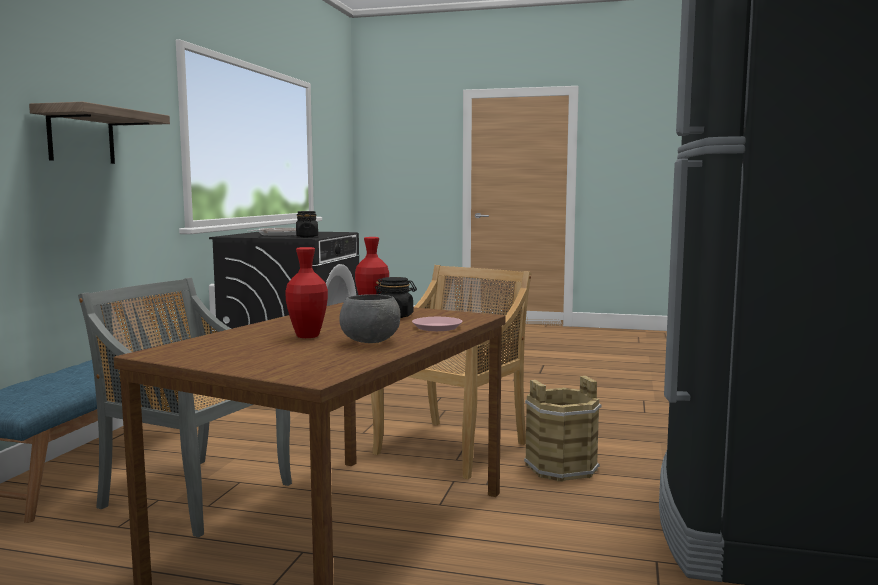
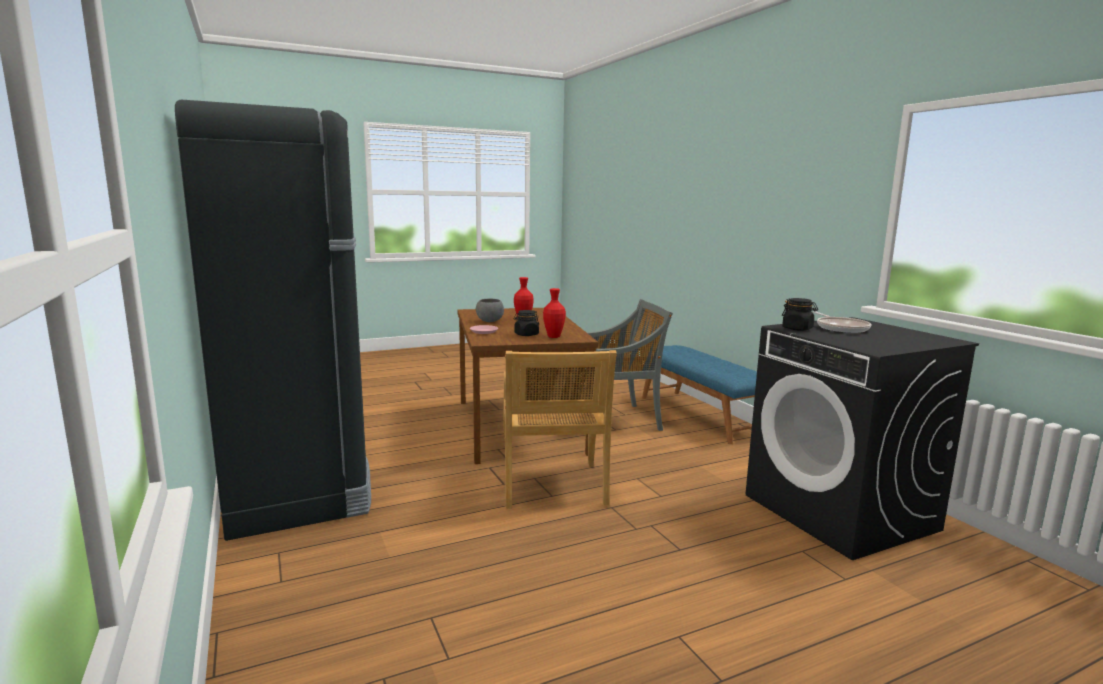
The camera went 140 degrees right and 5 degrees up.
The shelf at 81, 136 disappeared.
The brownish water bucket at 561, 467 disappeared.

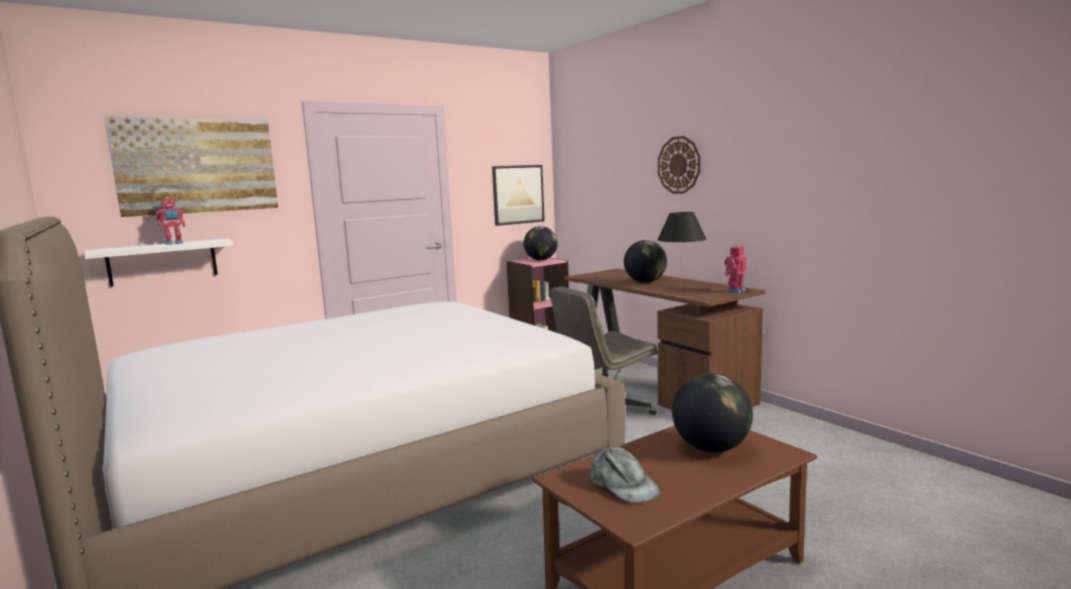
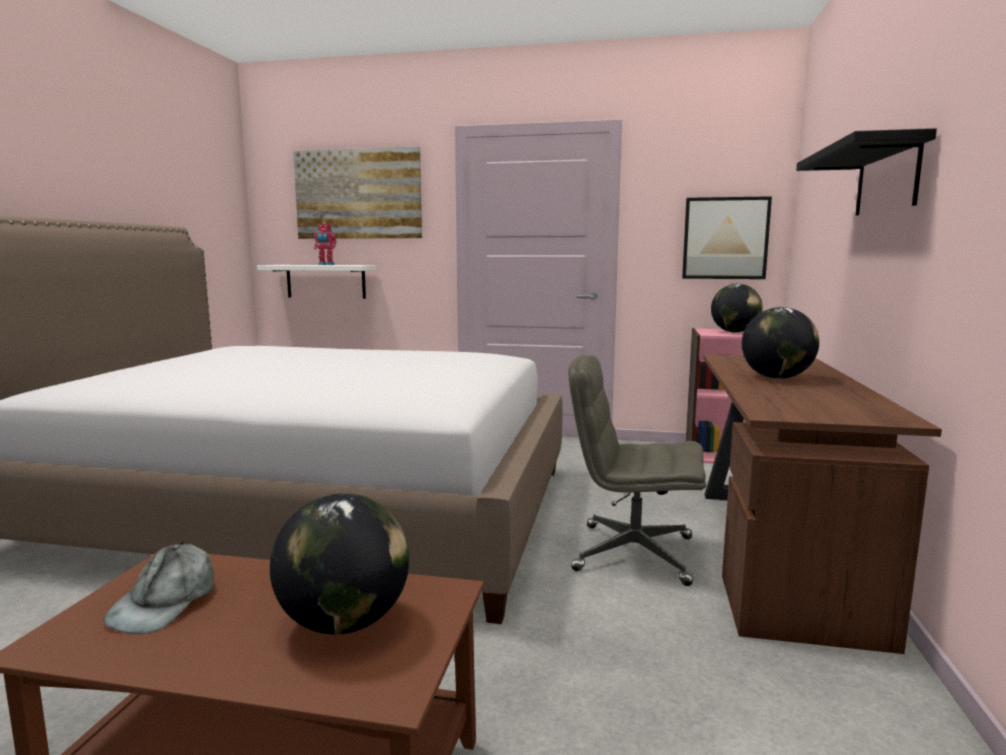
The camera went 45 degrees right and 0 degrees up.
The clock on the wall at 679, 165 was replaced by the black-coloured shelf at 887, 179.
The black-coloured table lamp at 681, 288 disappeared.
The robot figure at 734, 291 disappeared.

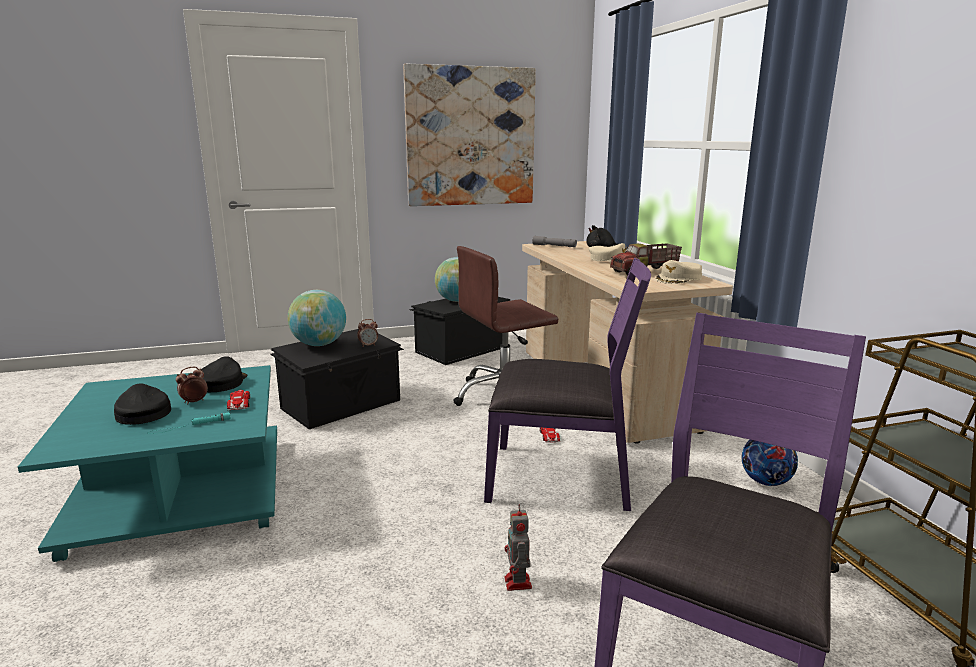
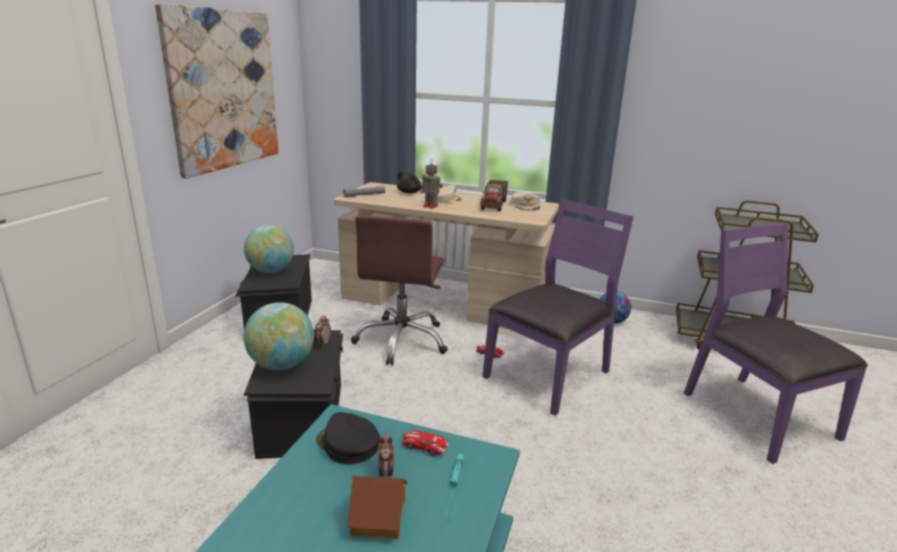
The camera went 55 degrees left and 5 degrees up.
The black-coloured cap at 142, 413 was replaced by the model house at 379, 516.
The robot figure moved from 518, 583 to 431, 206.

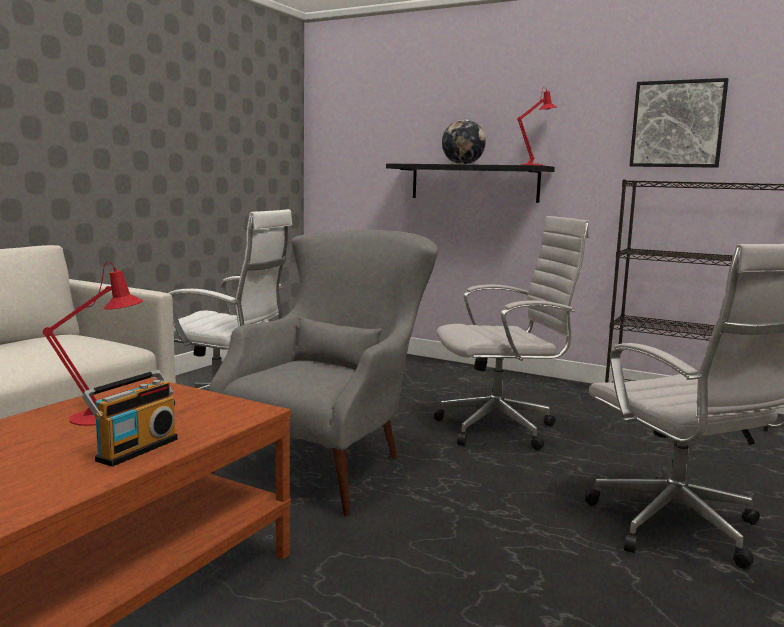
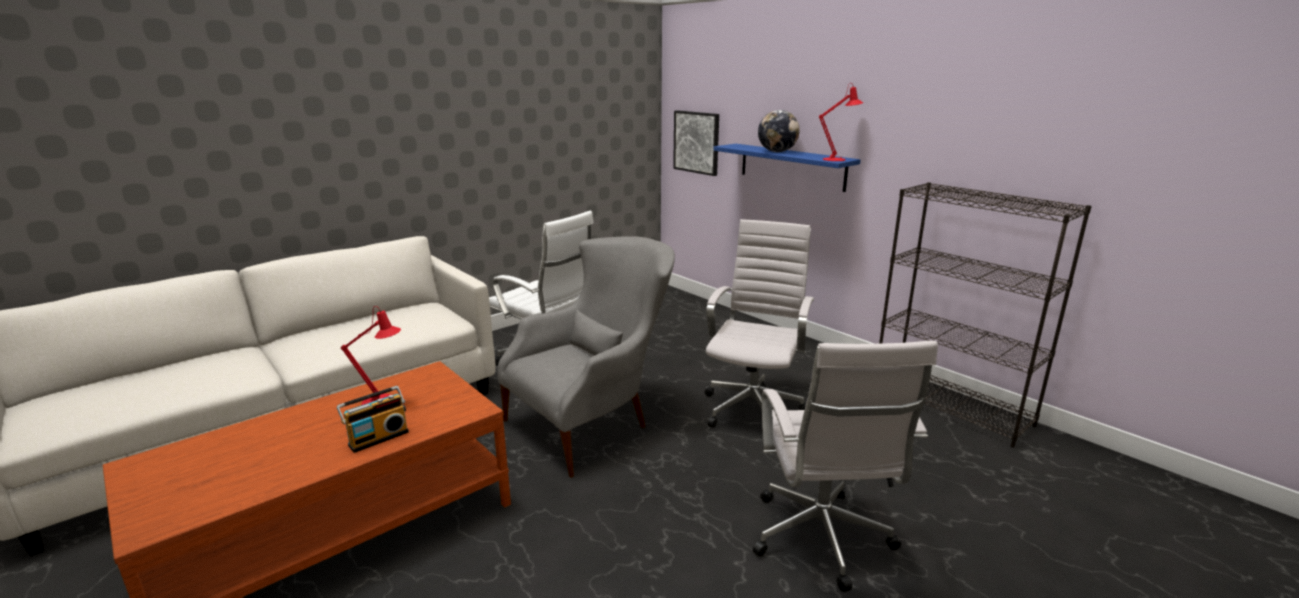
The camera went 20 degrees right and 10 degrees up.
The wall picture moved from 677, 124 to 696, 142.
The whitish office chair at 502, 428 turned 75 degrees counterclockwise.
The black-coloured shelf at 474, 183 became the blue-coloured shelf at 791, 166.

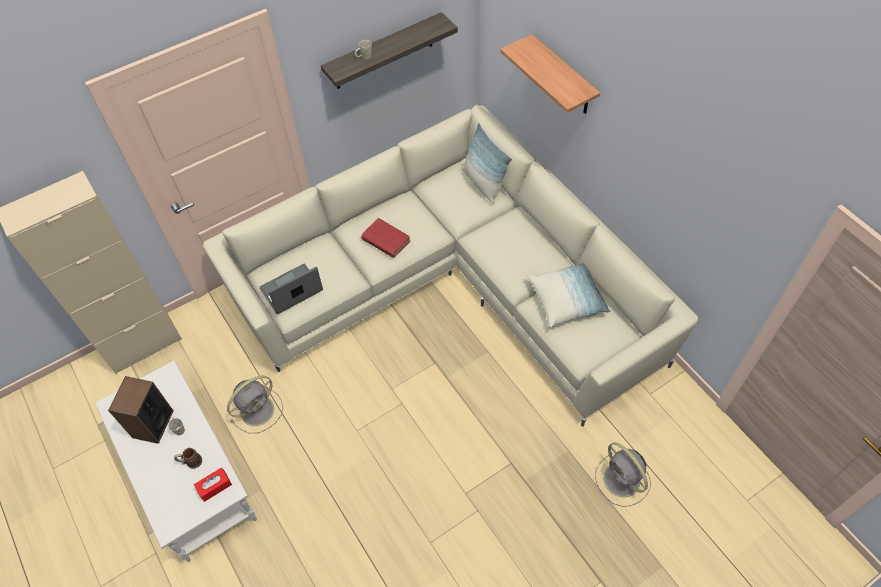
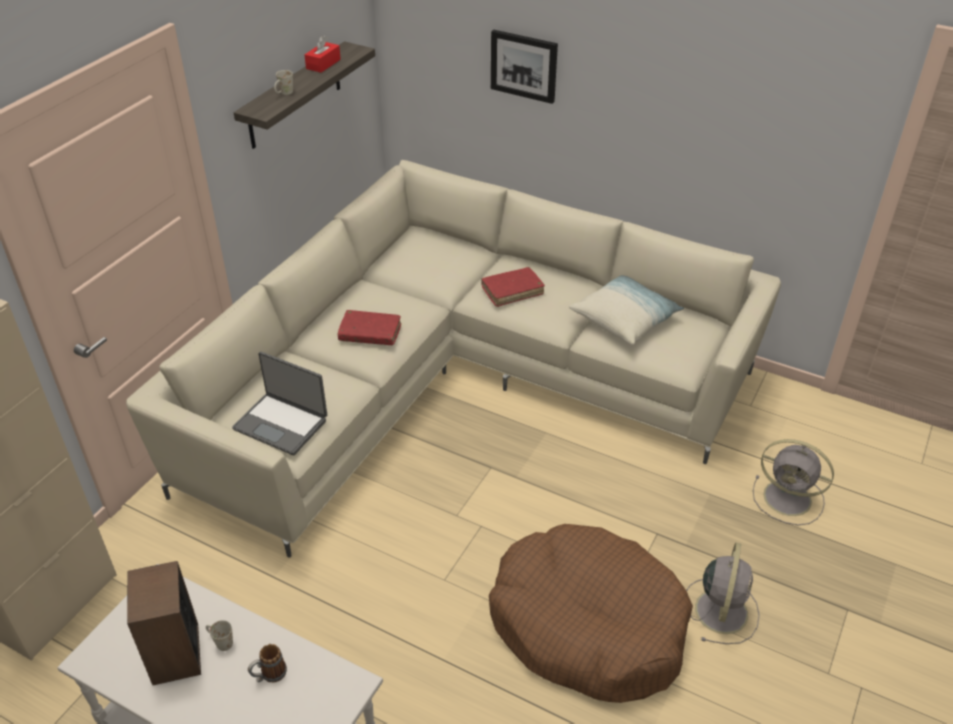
The camera went 30 degrees left and 15 degrees down.
The notebook computer at 292, 291 turned 90 degrees counterclockwise.
The red tissue box moved from 214, 486 to 323, 64.
The red bound book at 512, 291 appeared.
The brownish pet bed at 587, 625 appeared.
The shelf at 563, 76 was replaced by the wall picture at 524, 65.
The grey fan moved from 258, 409 to 721, 609.
The pillow at 483, 183 disappeared.

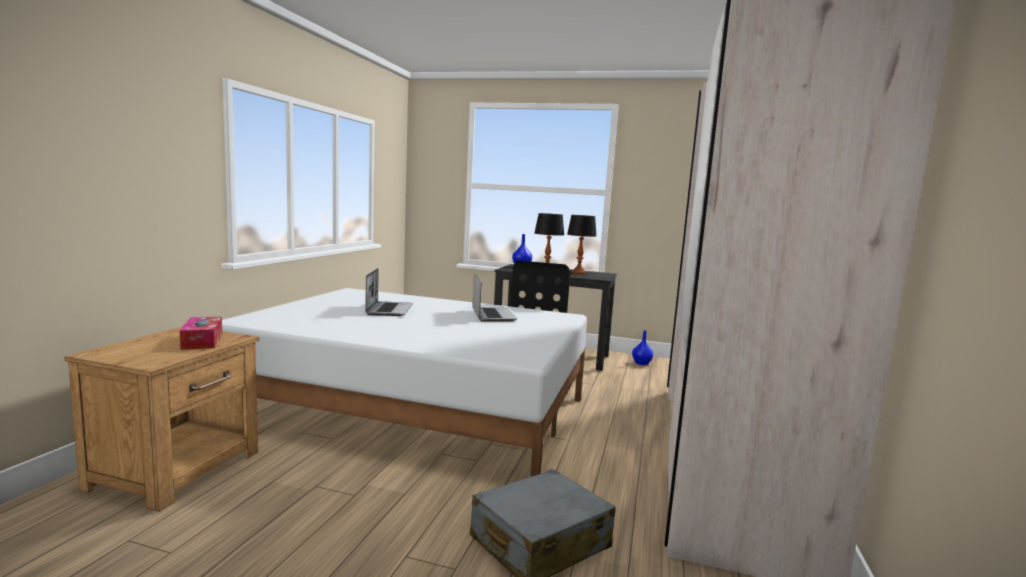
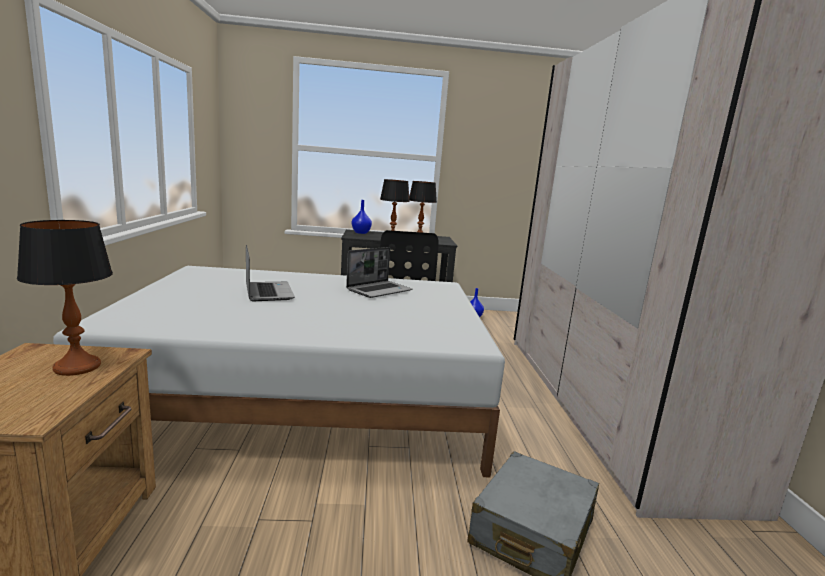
The camera went 20 degrees left and 5 degrees up.
The tissue box at 202, 341 was replaced by the table lamp at 77, 367.
The notebook computer at 492, 315 turned 75 degrees clockwise.

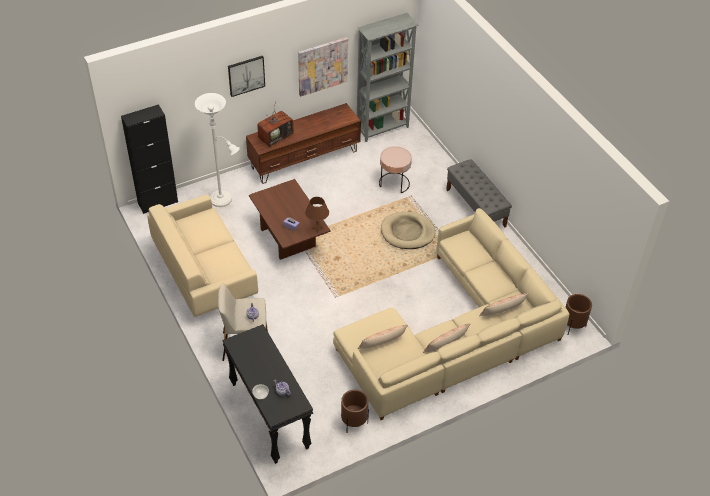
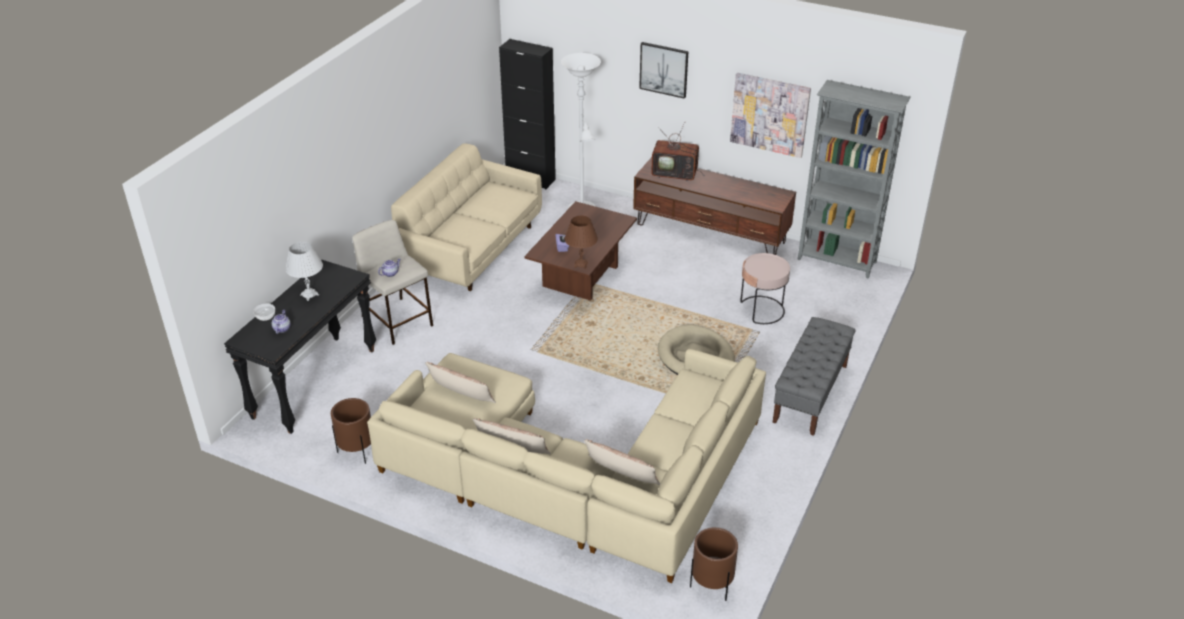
The camera went 55 degrees right and 10 degrees down.
The whitish table lamp at 309, 295 appeared.

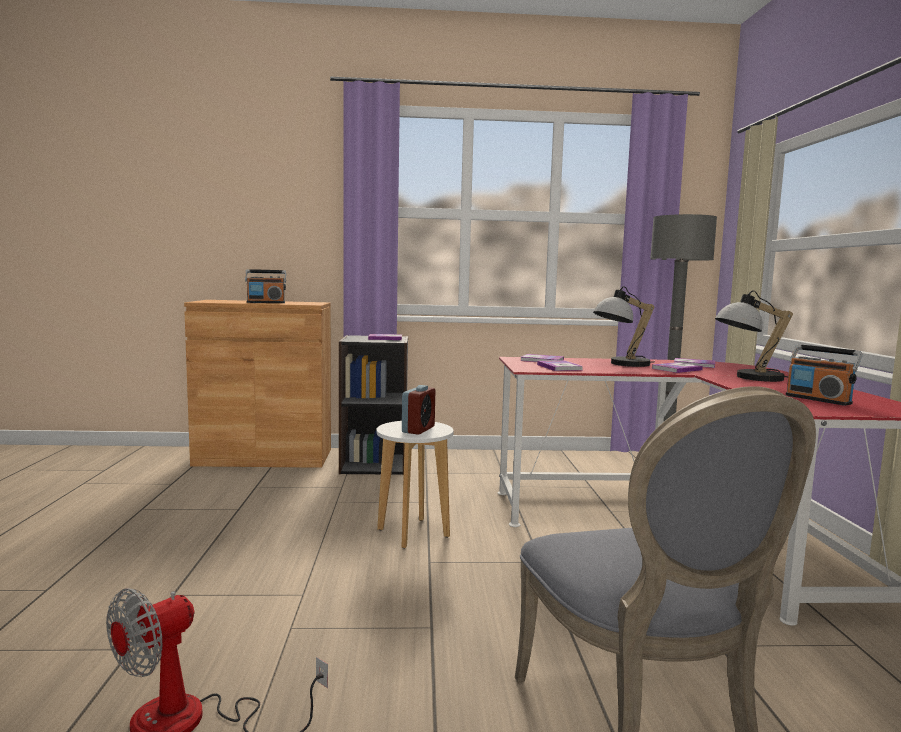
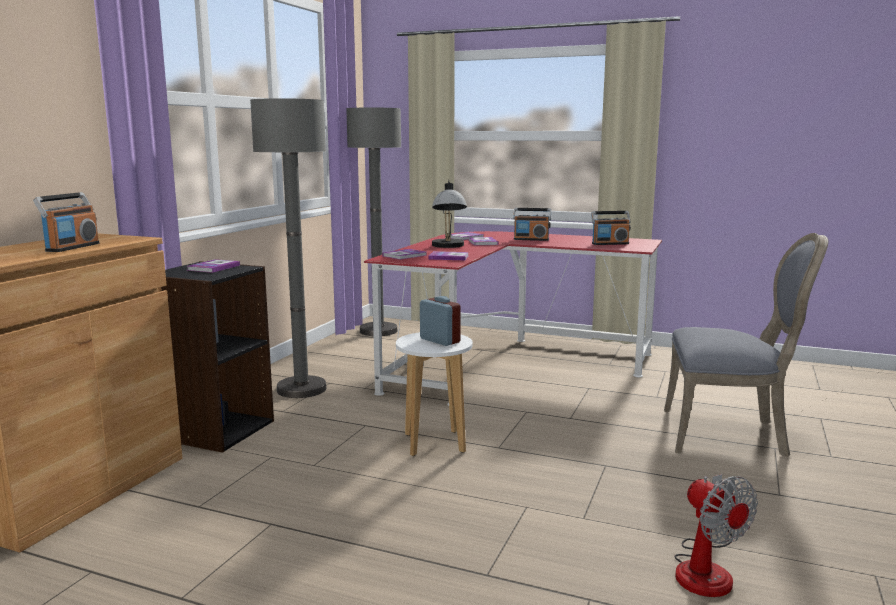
The camera went 65 degrees left and 5 degrees up.
The grey standing lamp at 301, 389 appeared.
The table lamp at 749, 378 was replaced by the radio at 531, 239.

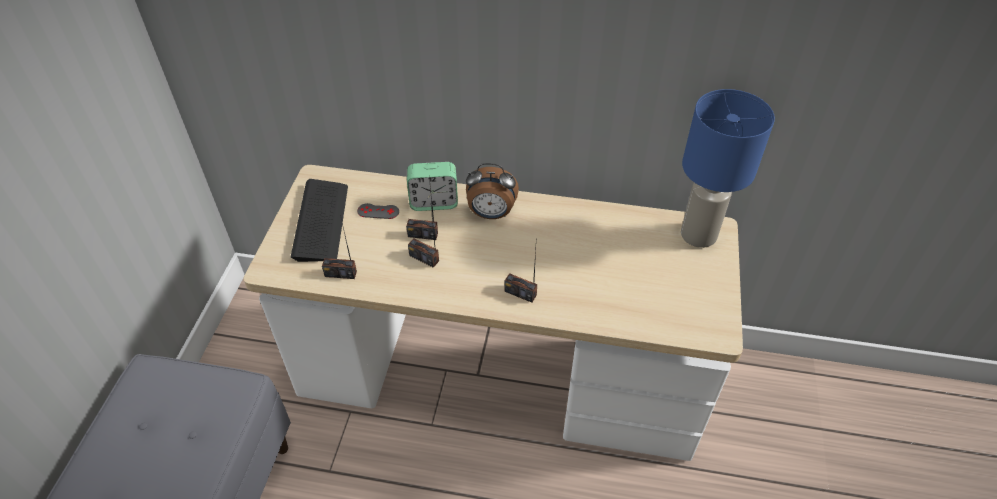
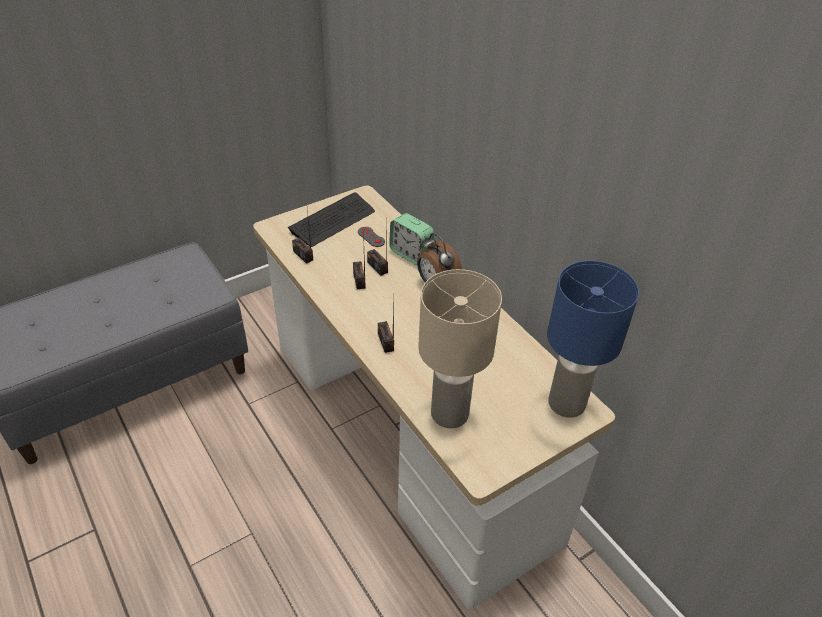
The camera went 45 degrees right and 5 degrees down.
The sand-coloured table lamp at 451, 414 appeared.

